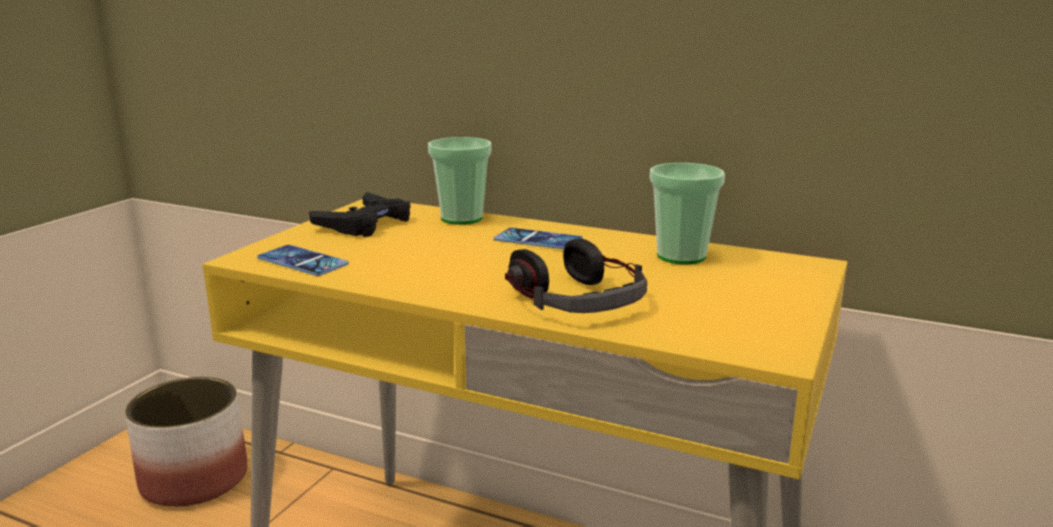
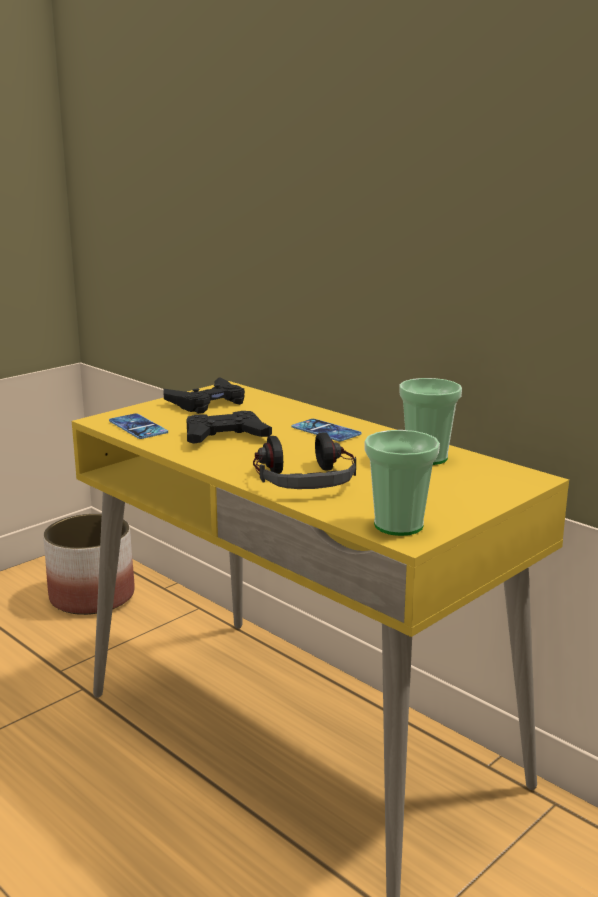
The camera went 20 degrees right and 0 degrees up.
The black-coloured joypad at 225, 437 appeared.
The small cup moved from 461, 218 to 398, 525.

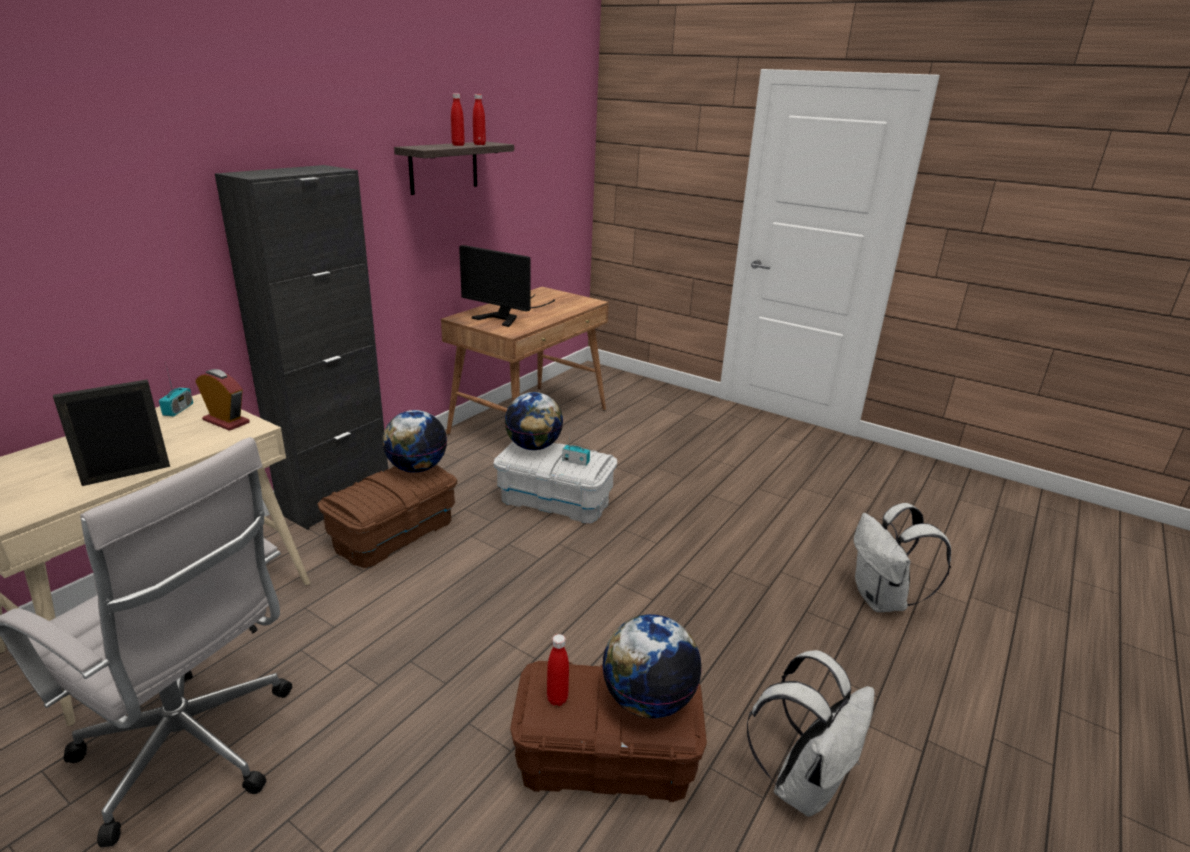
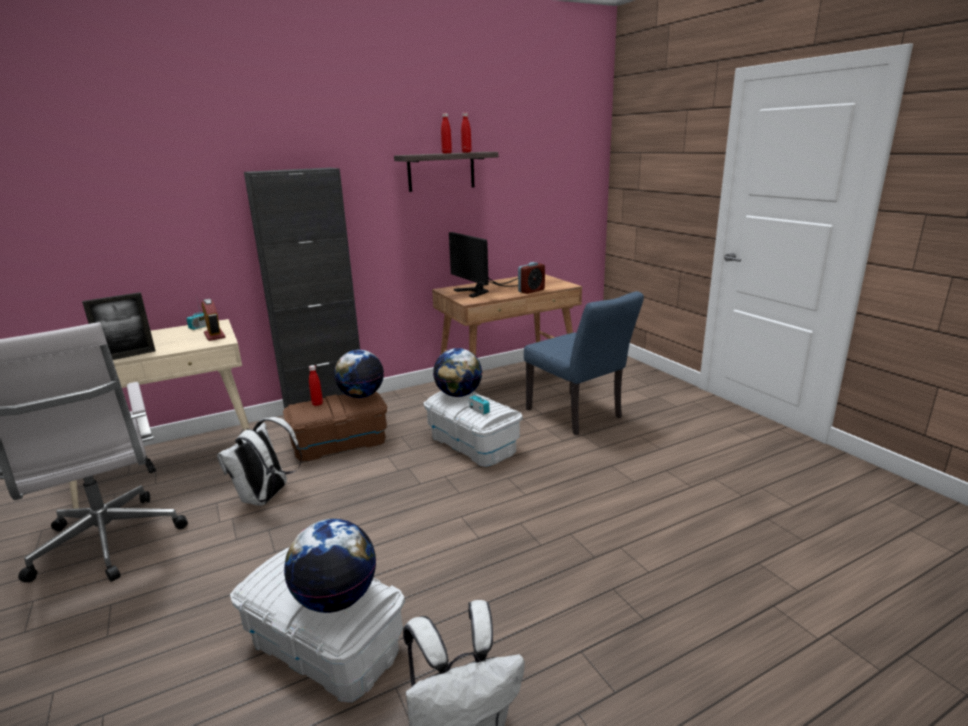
The camera went 30 degrees right and 5 degrees down.
The picture frame at 127, 474 turned 150 degrees clockwise.
The whitish knapsack moved from 882, 600 to 266, 498.
The brownish storage container at 605, 759 became the whitish storage container at 324, 646.
The red beverage bottle moved from 557, 699 to 317, 404.
The table clock at 531, 291 appeared.
The blue-coloured upright chair at 578, 416 appeared.

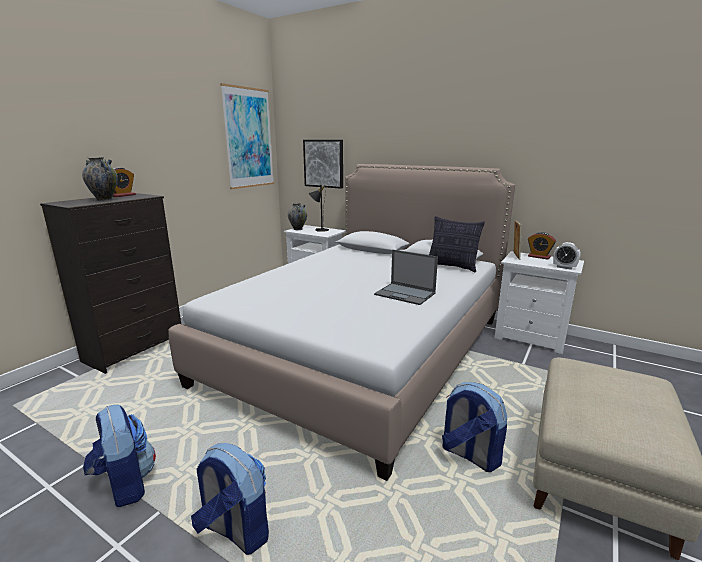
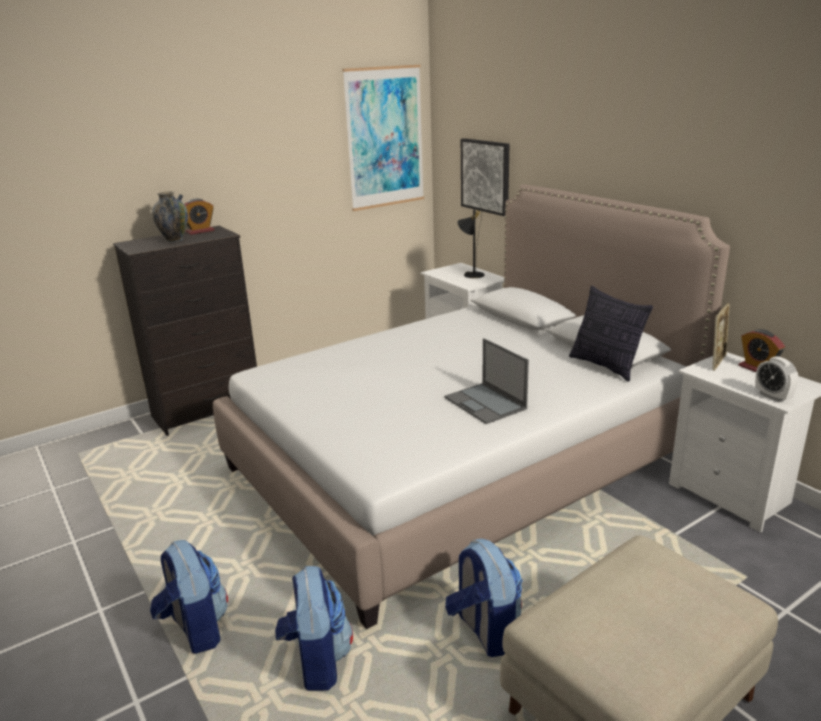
The camera went 25 degrees right and 5 degrees up.
The knapsack moved from 125, 484 to 317, 661.
The vase at 298, 229 disappeared.

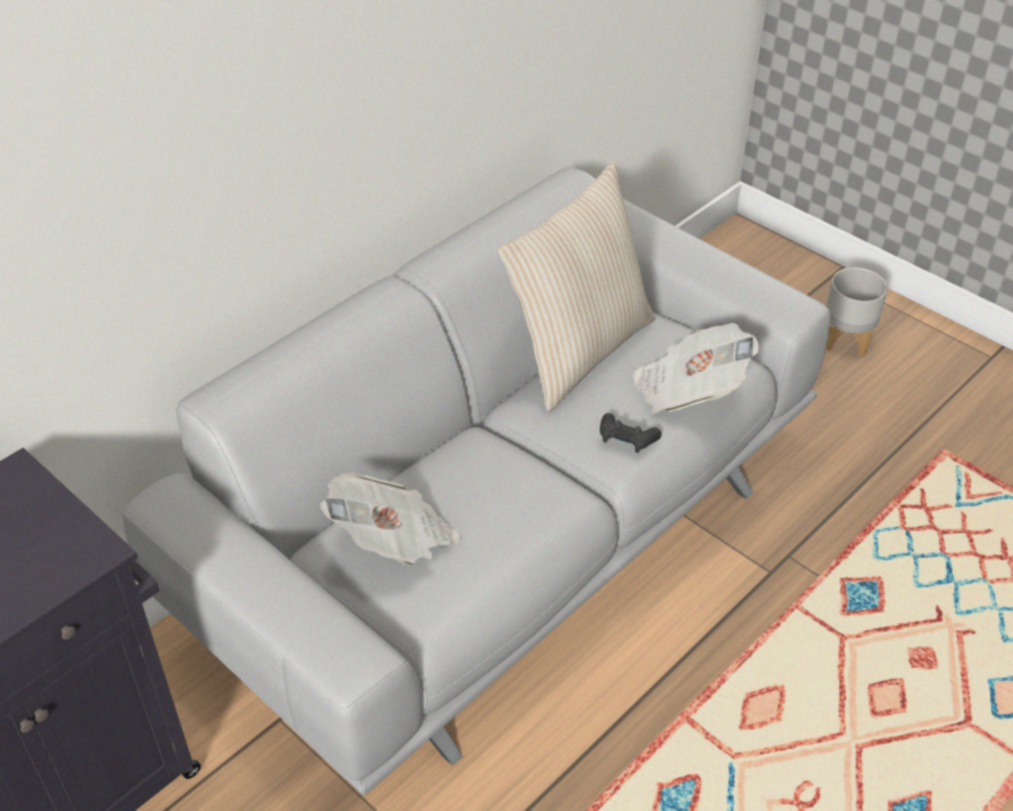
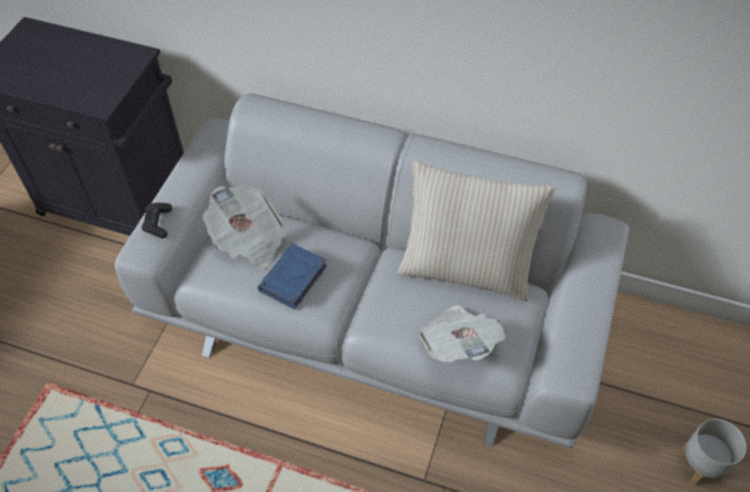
The camera went 65 degrees right and 10 degrees up.
The black-coloured joypad moved from 626, 439 to 158, 223.
The blue-coloured bound book at 293, 279 appeared.

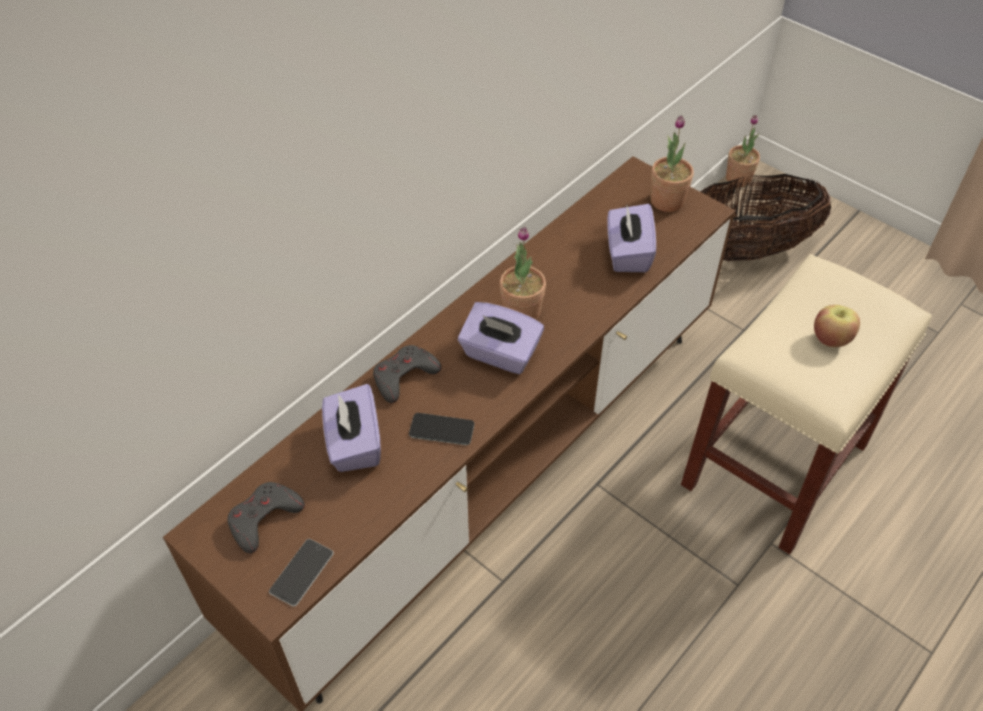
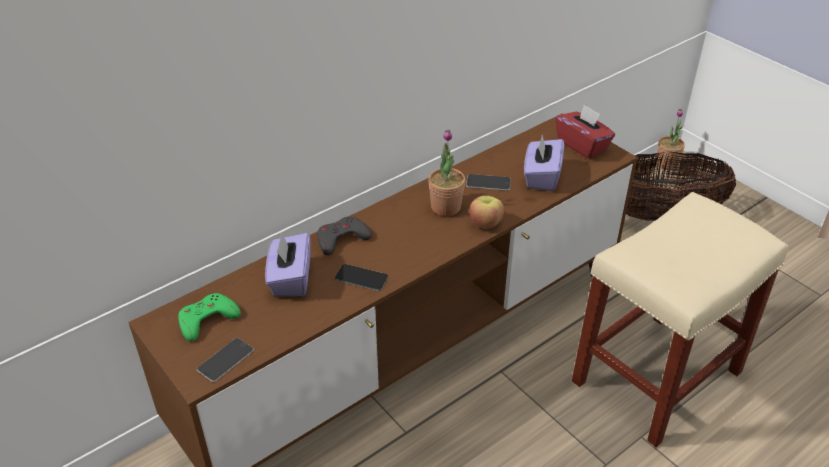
The camera went 10 degrees right and 10 degrees down.
The grey joypad at 264, 518 became the greenish joypad at 207, 320.
The phone at 488, 182 appeared.
The apple fruit moved from 831, 338 to 485, 223.
The plant in a pot at 667, 201 was replaced by the red tissue box at 582, 145.
The purple tissue box at 500, 354 disappeared.

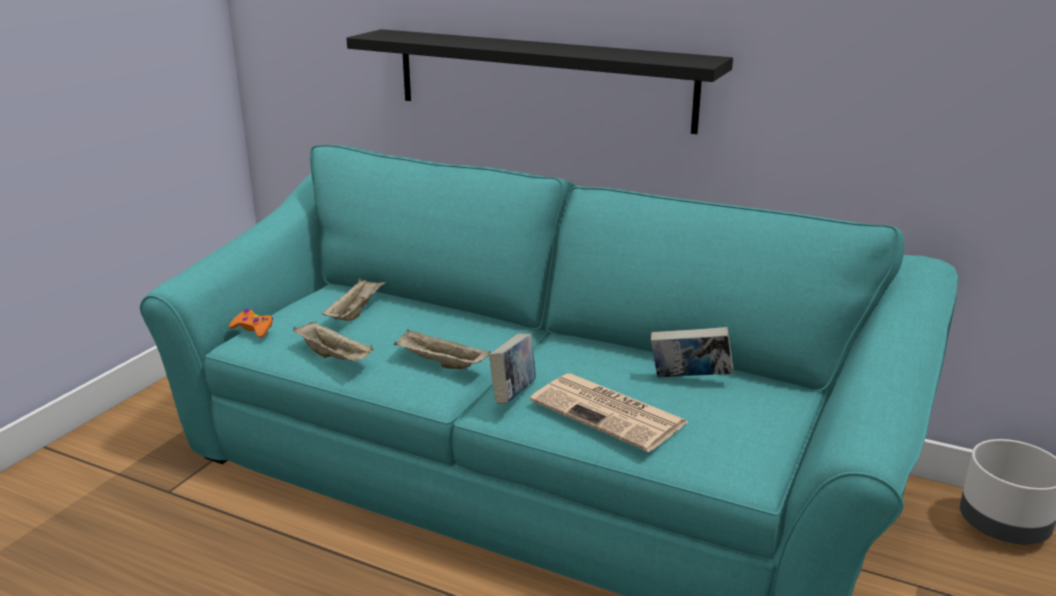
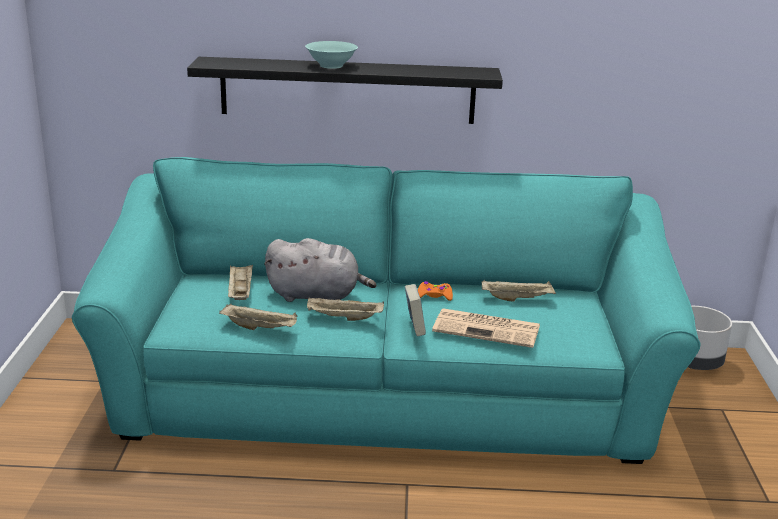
The camera went 25 degrees left and 0 degrees up.
The grey soft toy at 317, 296 appeared.
The turquoise deep dish at 330, 66 appeared.
The orangey joypad moved from 253, 329 to 434, 296.
The bound book at 689, 380 was replaced by the sand-coloured carrying tray at 518, 299.

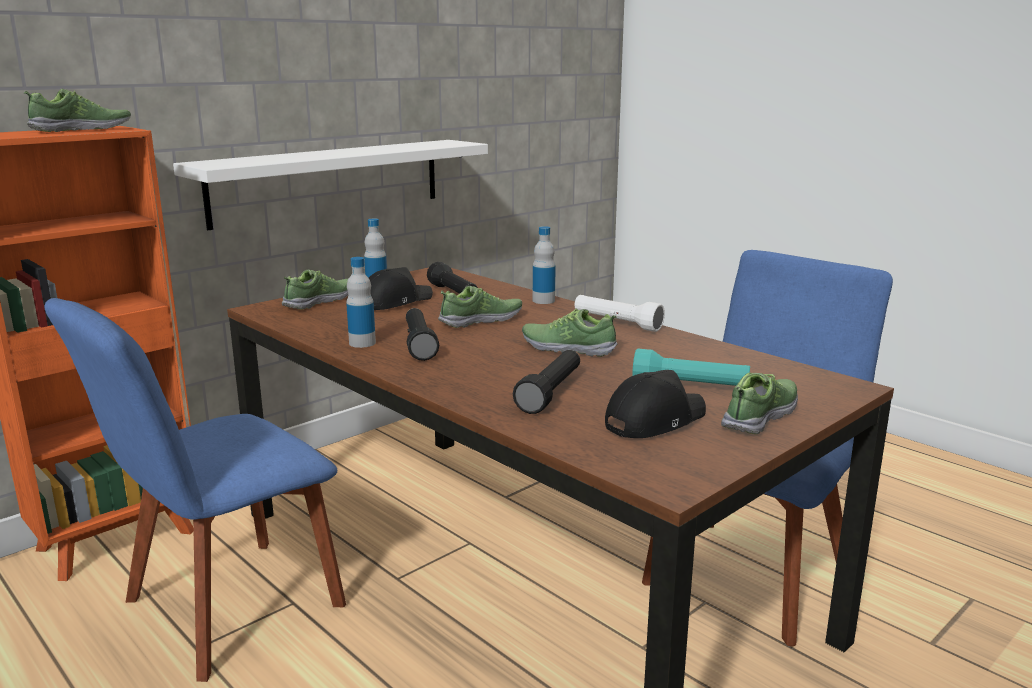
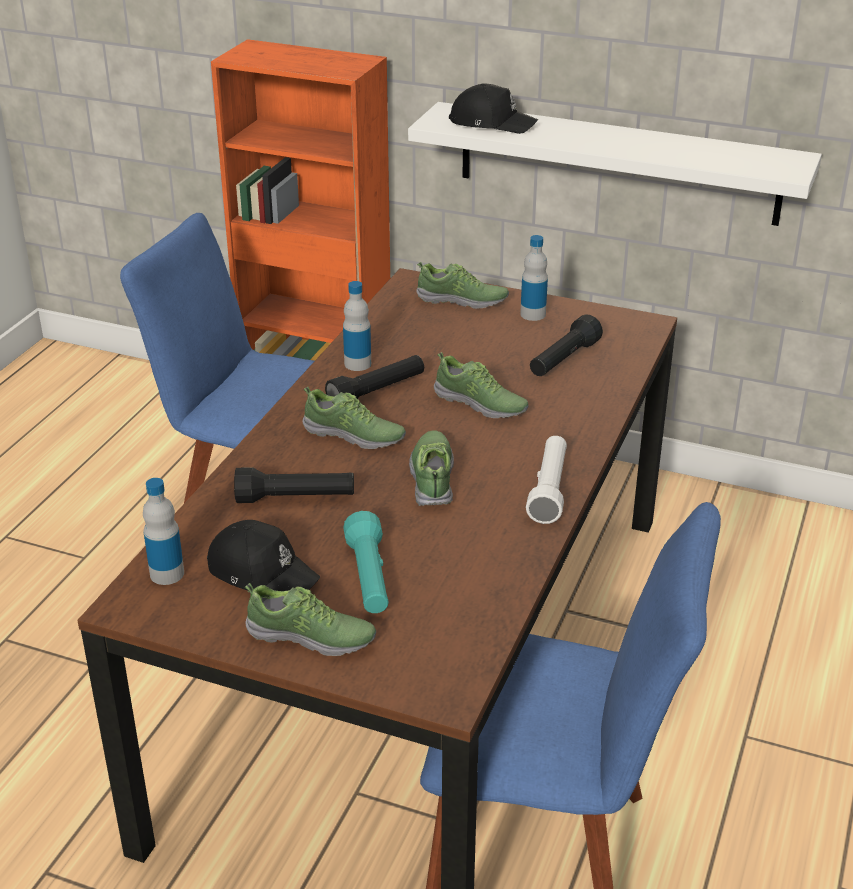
The camera went 65 degrees right and 15 degrees up.
The beverage bottle moved from 543, 300 to 167, 574.
The item of footwear moved from 82, 130 to 354, 436.
The black-coloured cap moved from 395, 302 to 491, 123.

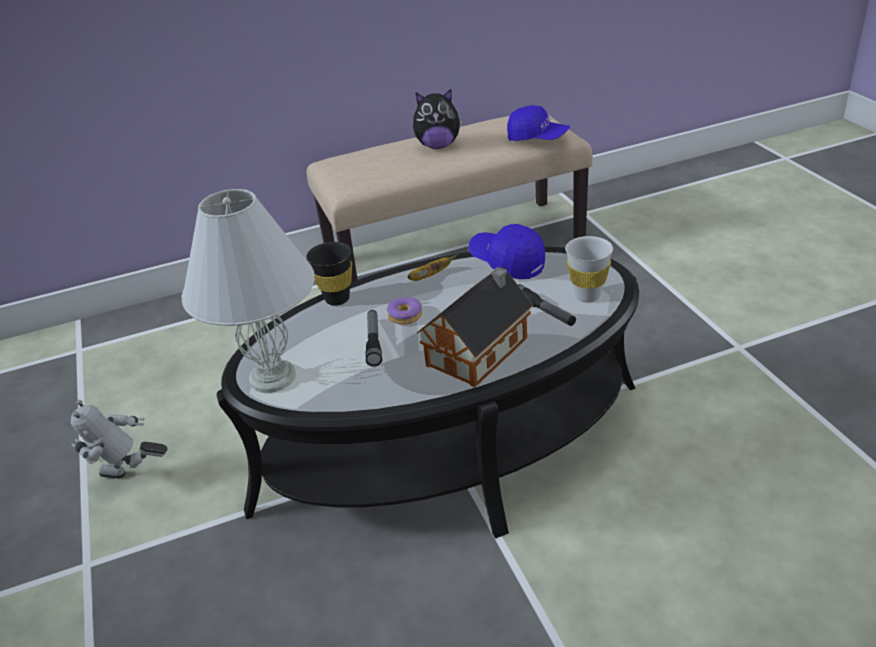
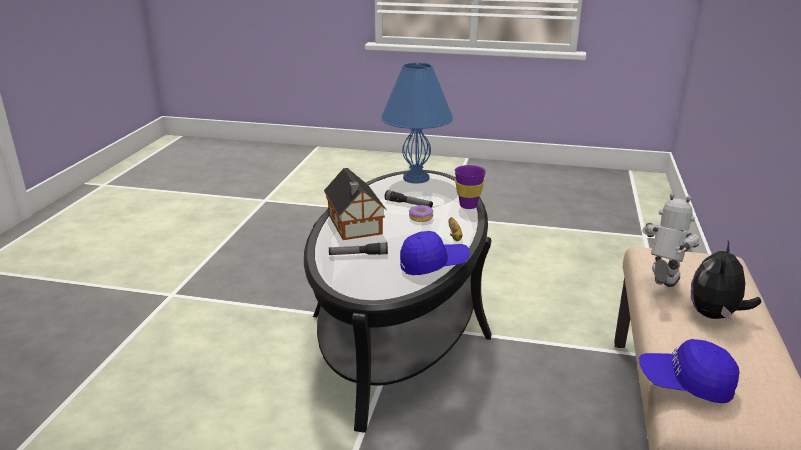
The camera went 120 degrees right and 10 degrees down.
The whitish table lamp at 274, 377 became the blue-coloured table lamp at 416, 178.
The black-coloured small cup at 337, 299 became the purple small cup at 468, 206.
The blue-coloured cap at 537, 138 turned 45 degrees clockwise.
The robot figure moved from 130, 478 to 660, 288.
The whitish small cup at 587, 295 disappeared.

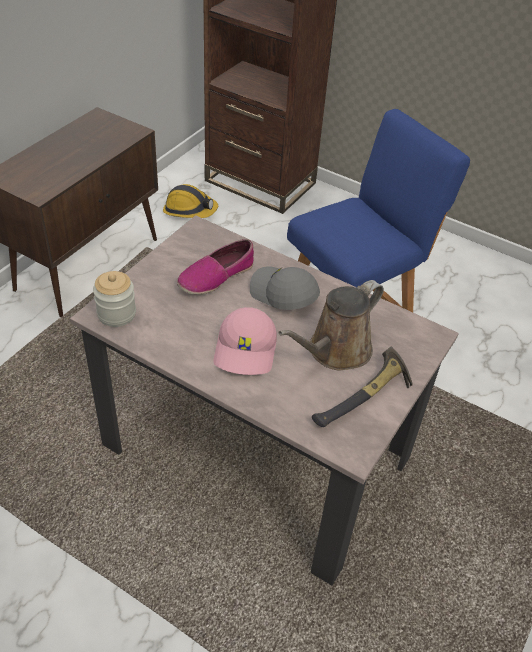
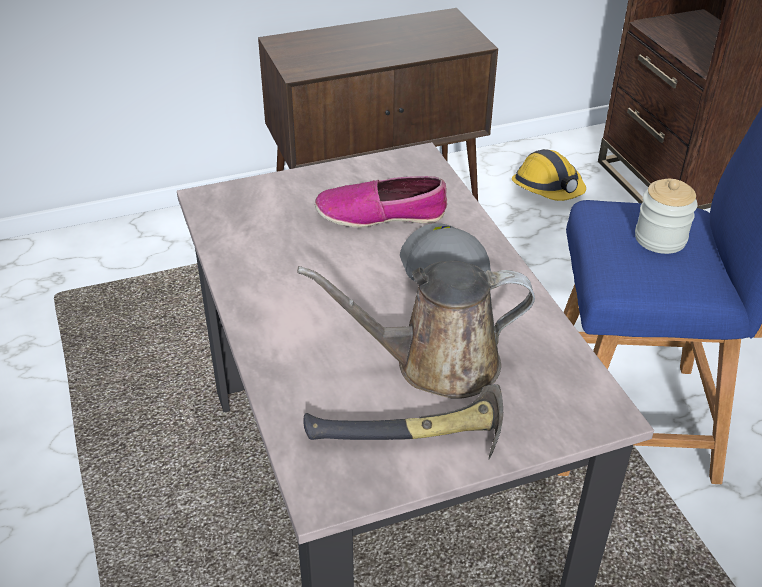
The camera went 40 degrees right and 5 degrees down.
The jar moved from 116, 314 to 660, 239.
The pinkish cap at 246, 350 disappeared.

